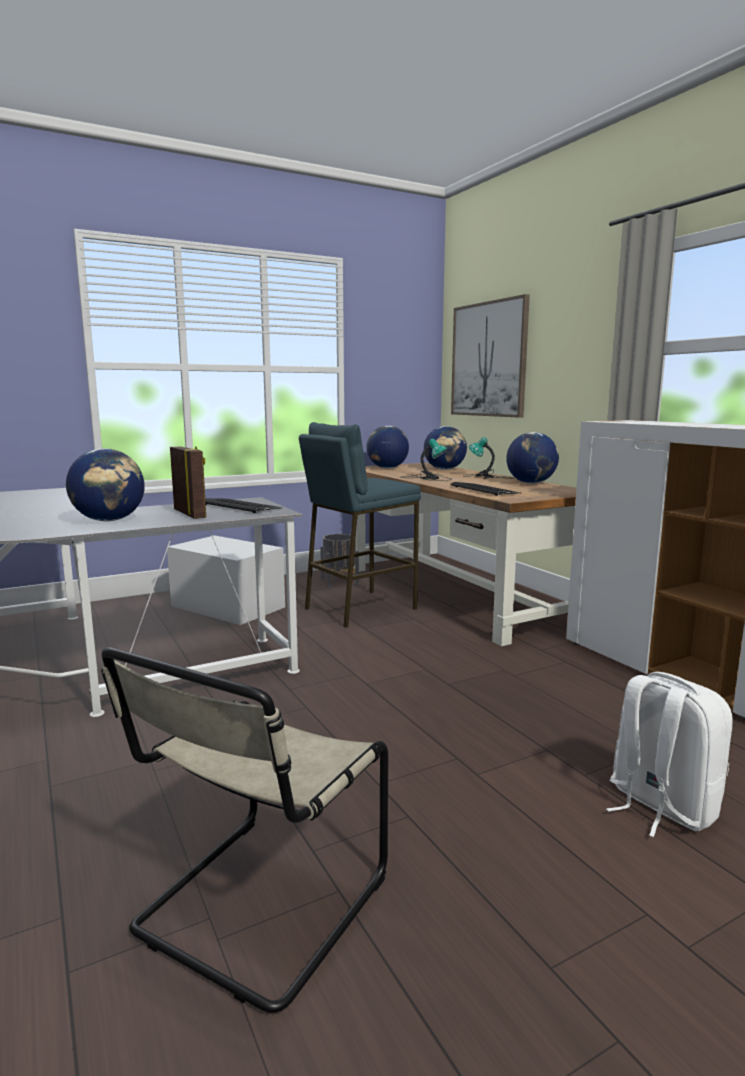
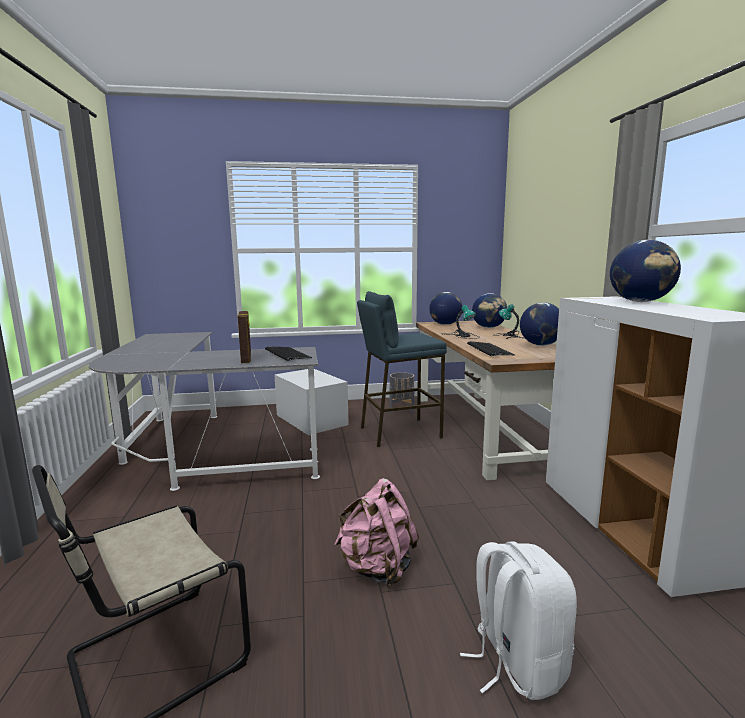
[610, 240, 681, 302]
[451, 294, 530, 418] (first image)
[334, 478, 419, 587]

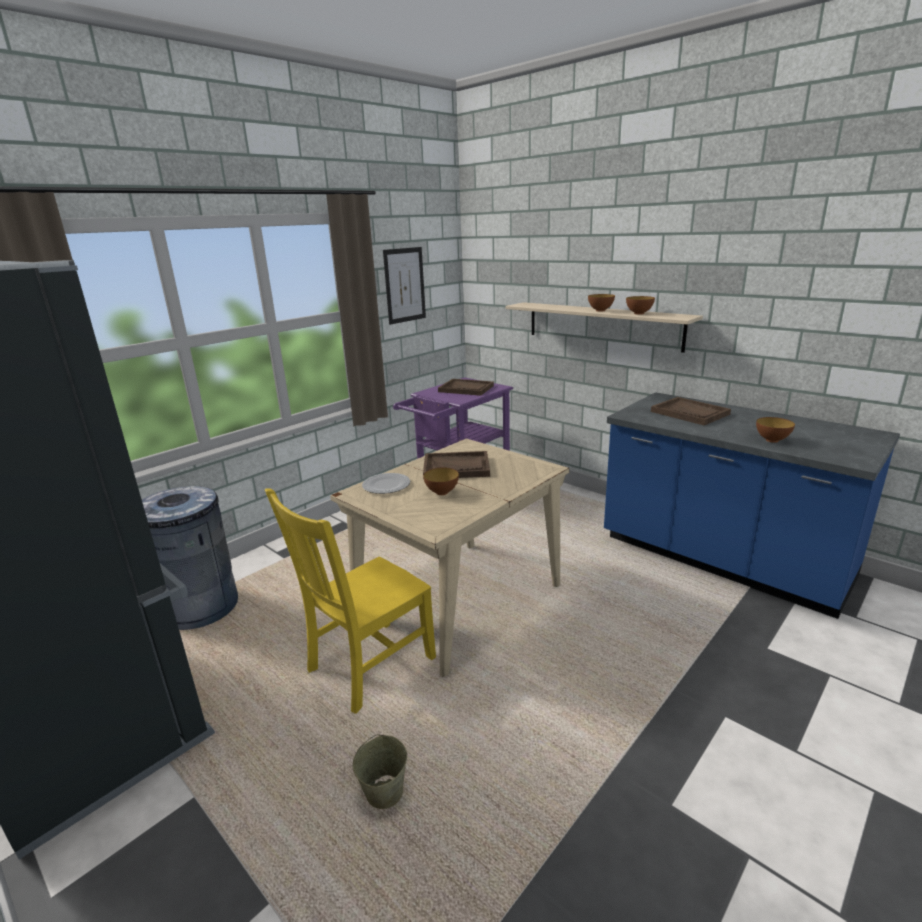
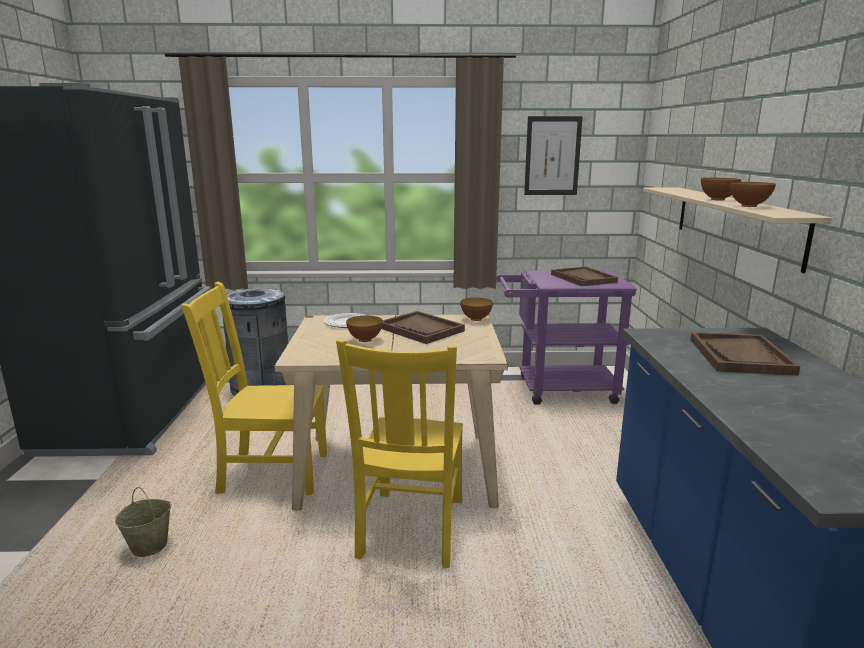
[460, 298, 493, 321]
[336, 340, 463, 568]

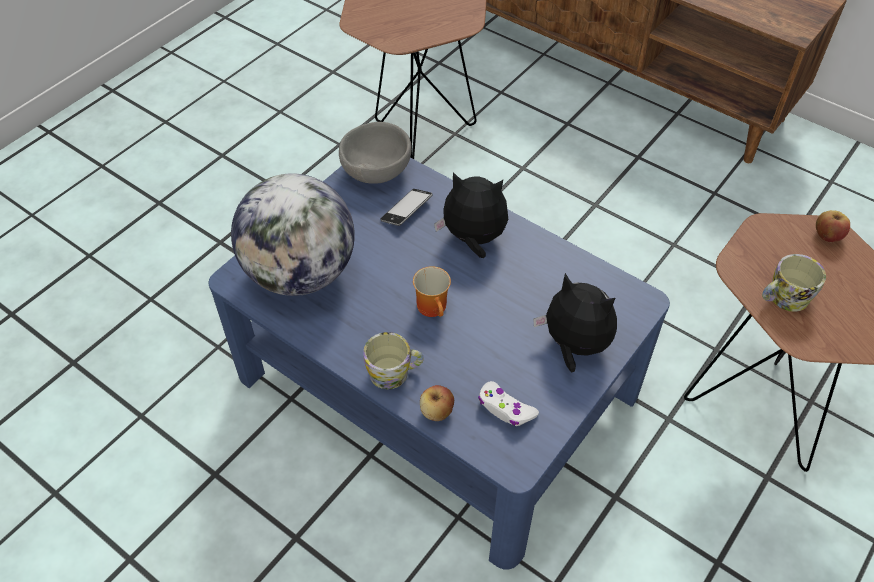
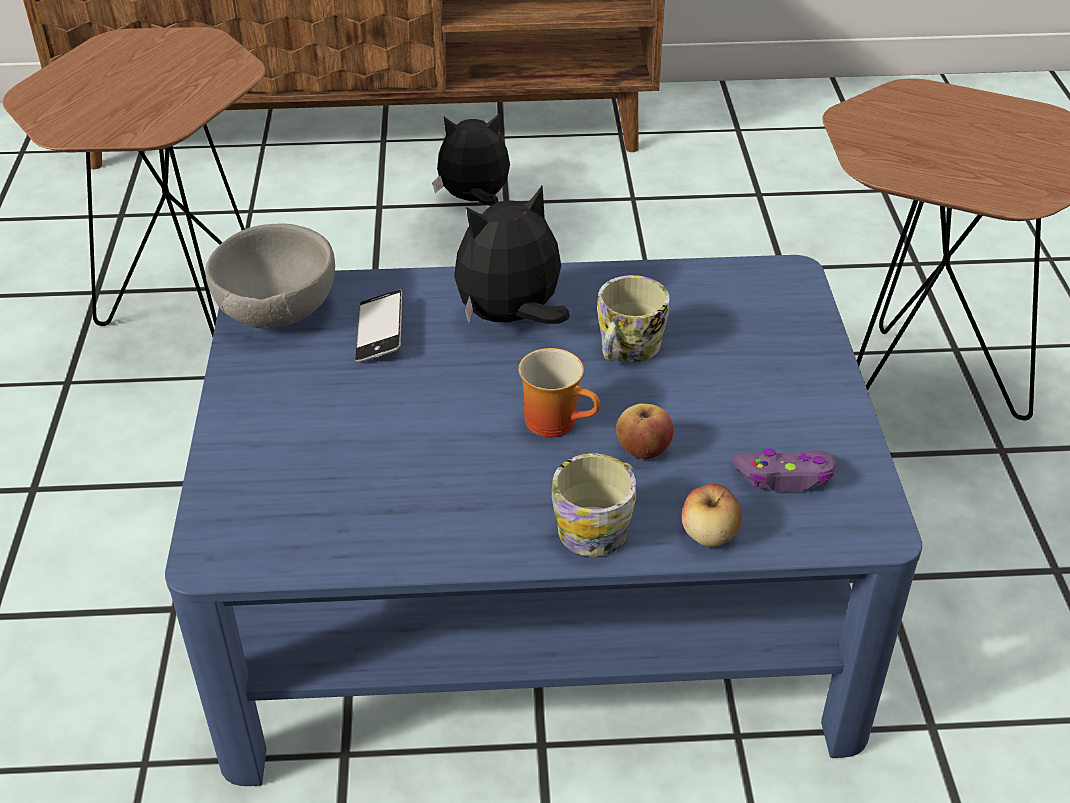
[231, 173, 355, 296] (first image)
[732, 448, 836, 492]
[432, 114, 510, 206]
[597, 275, 669, 362]
[616, 403, 674, 459]

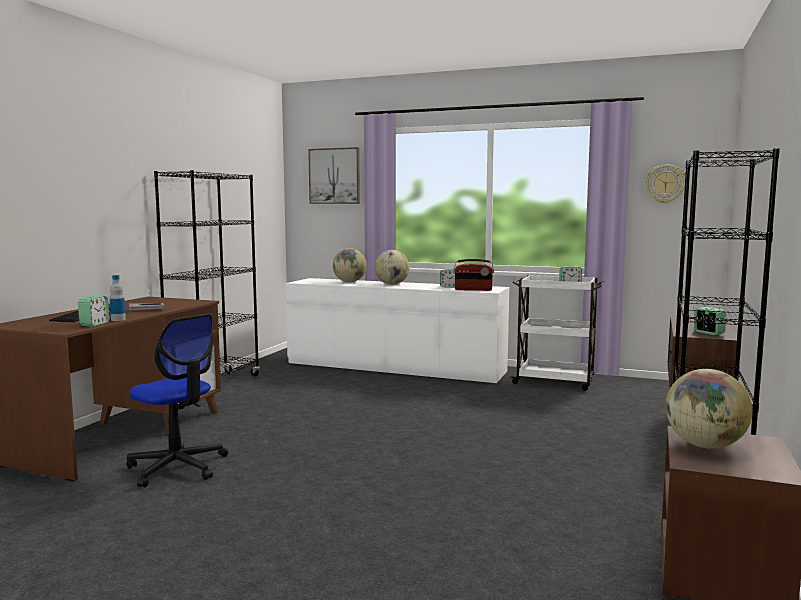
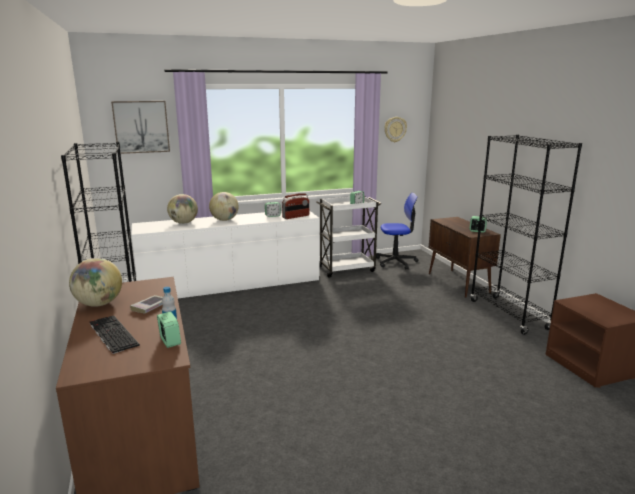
[376, 193, 418, 270]
[69, 258, 122, 307]

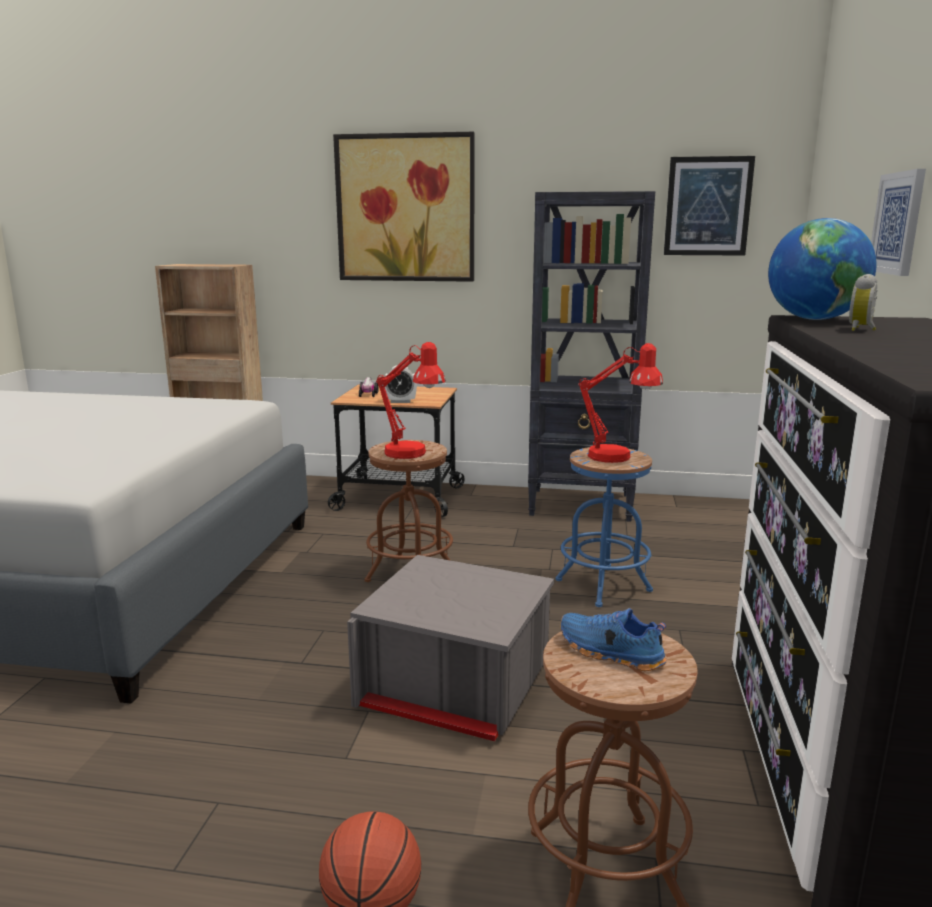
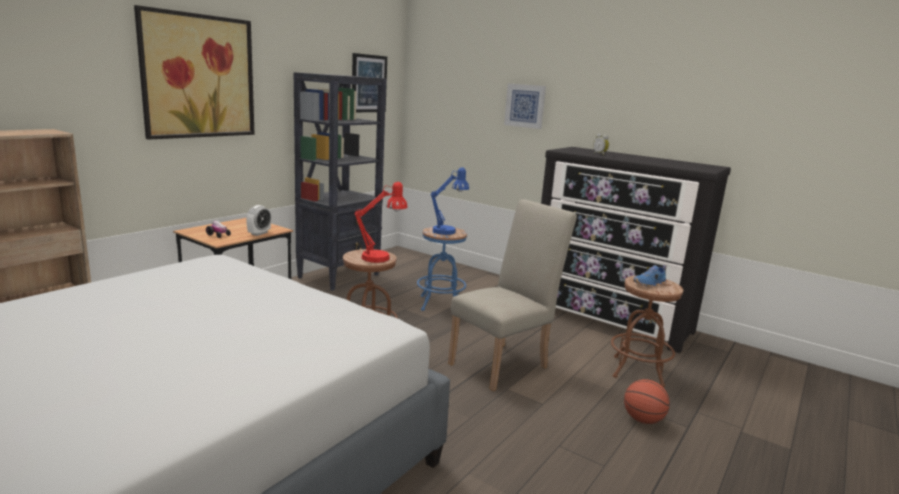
[448, 200, 577, 391]
[430, 167, 469, 235]
[768, 218, 877, 320] (first image)

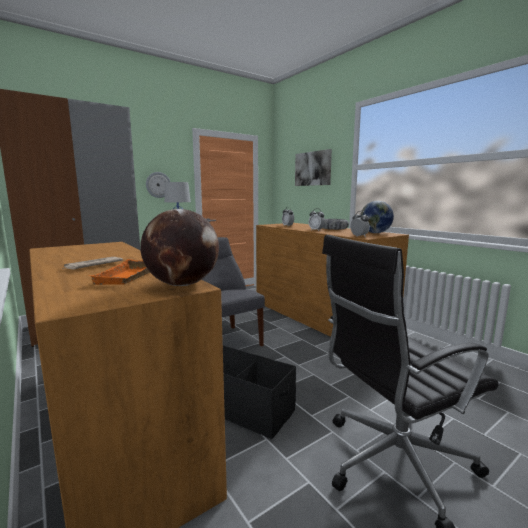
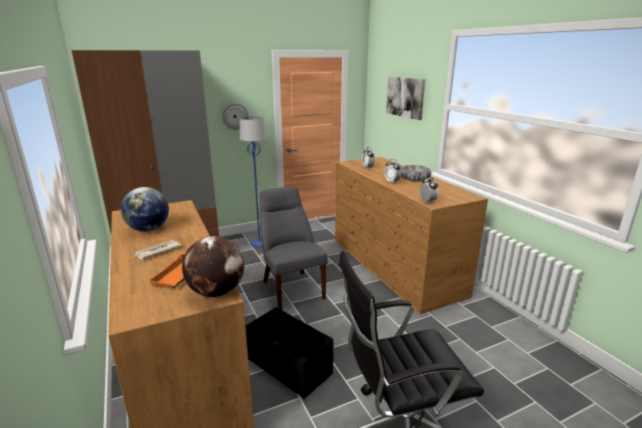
[121, 187, 169, 232]

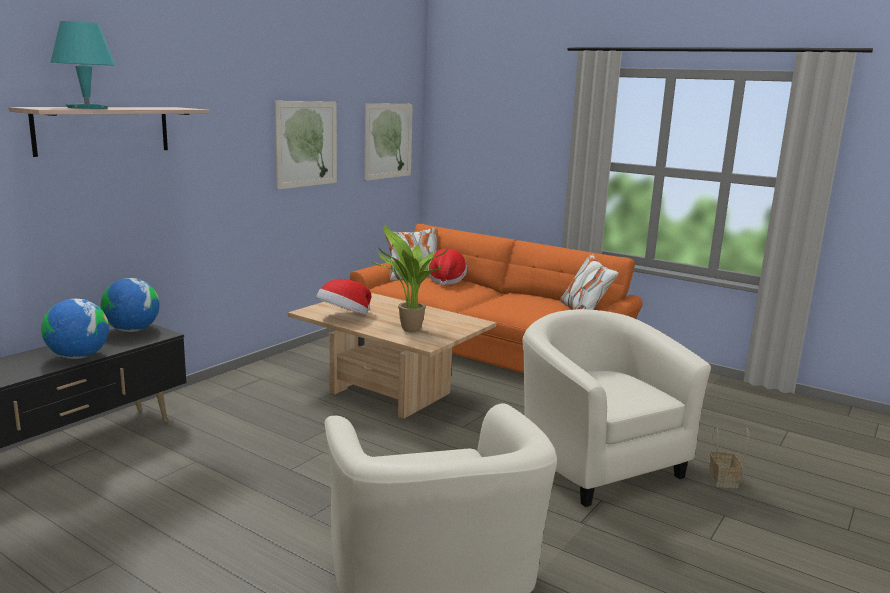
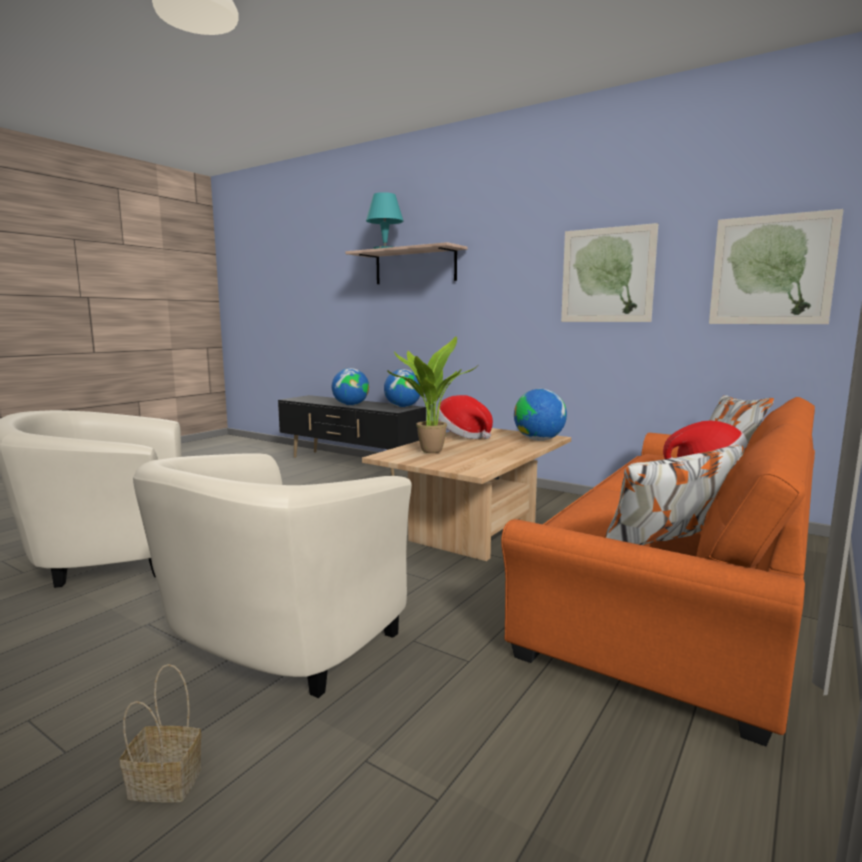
[133, 453, 412, 698]
[514, 389, 567, 441]

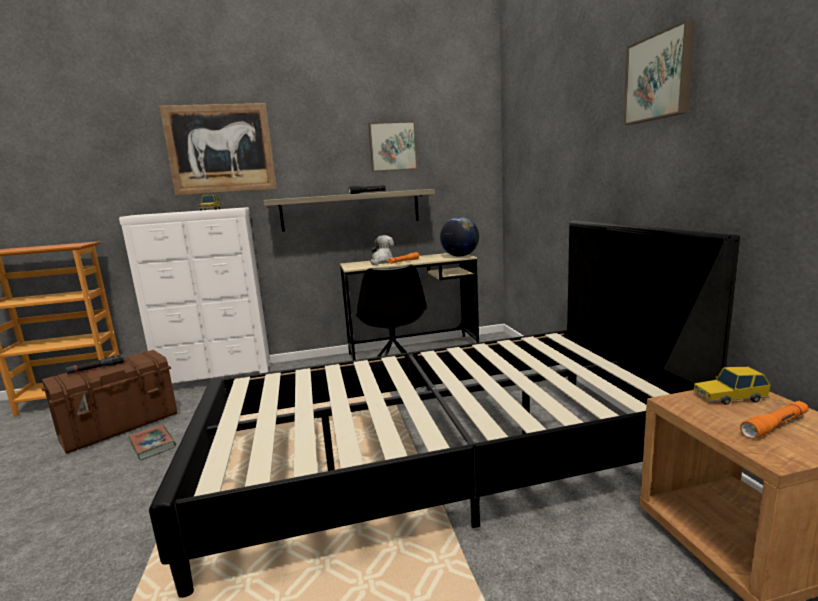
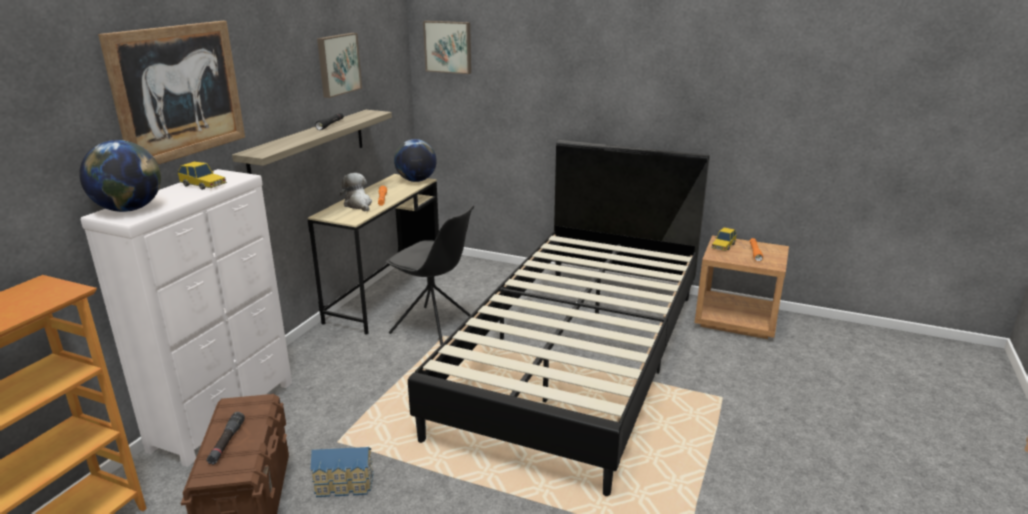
[310, 447, 374, 497]
[423, 21, 471, 74]
[79, 140, 161, 212]

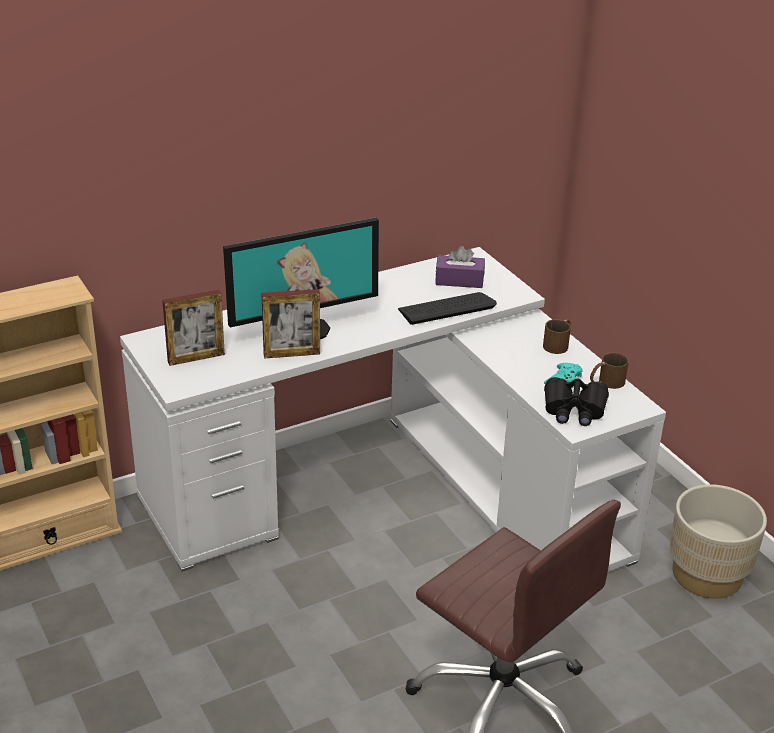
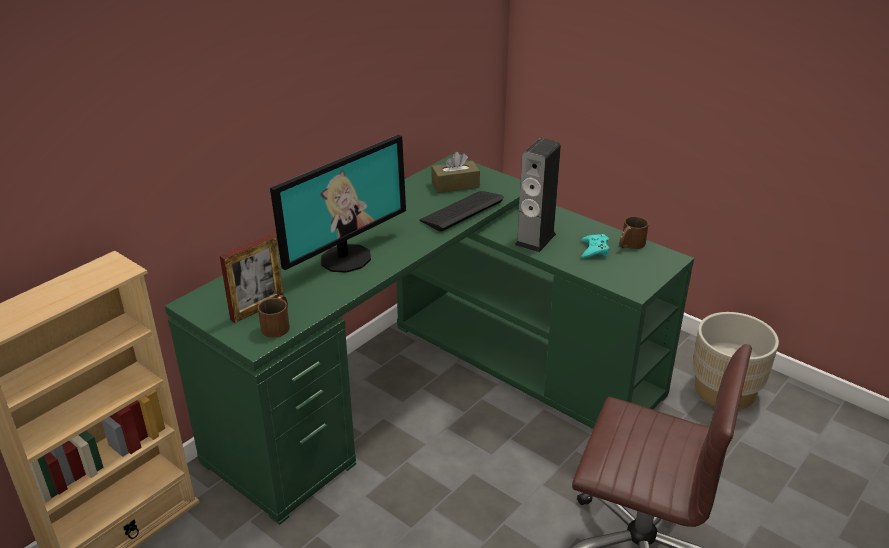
[165, 154, 694, 525]
[262, 289, 320, 359] (first image)
[432, 152, 480, 193]
[258, 295, 290, 338]
[544, 377, 609, 426] (first image)
[515, 138, 561, 253]

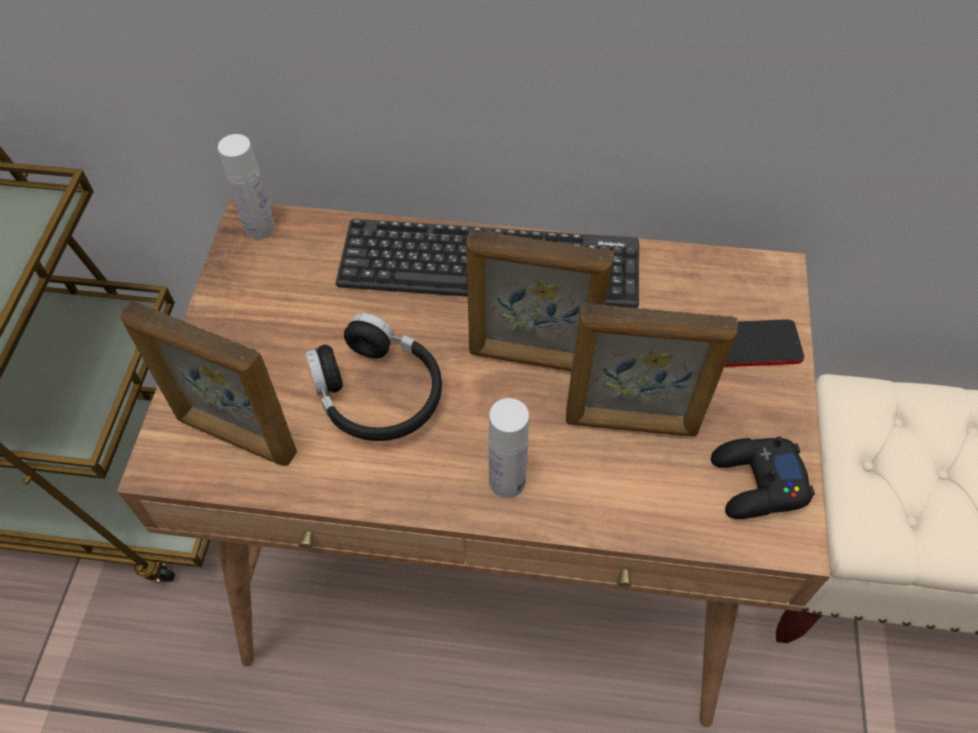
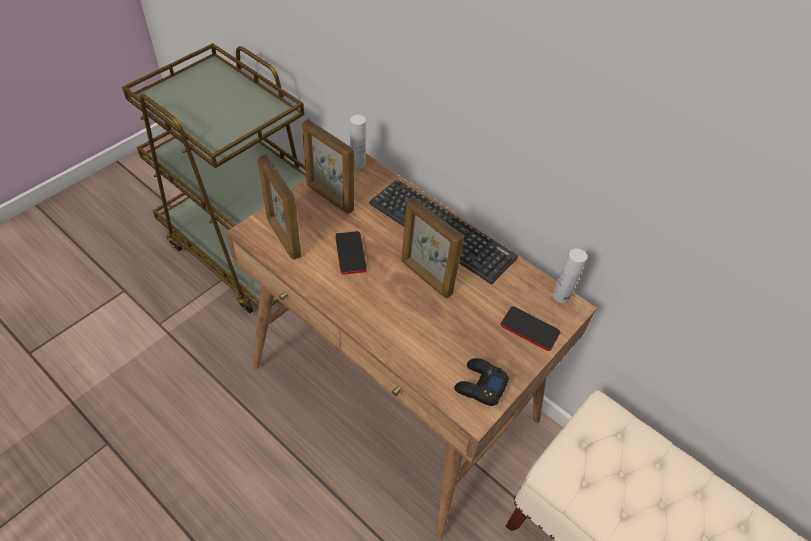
[335, 231, 367, 275]
[553, 248, 587, 303]
[302, 119, 354, 214]

